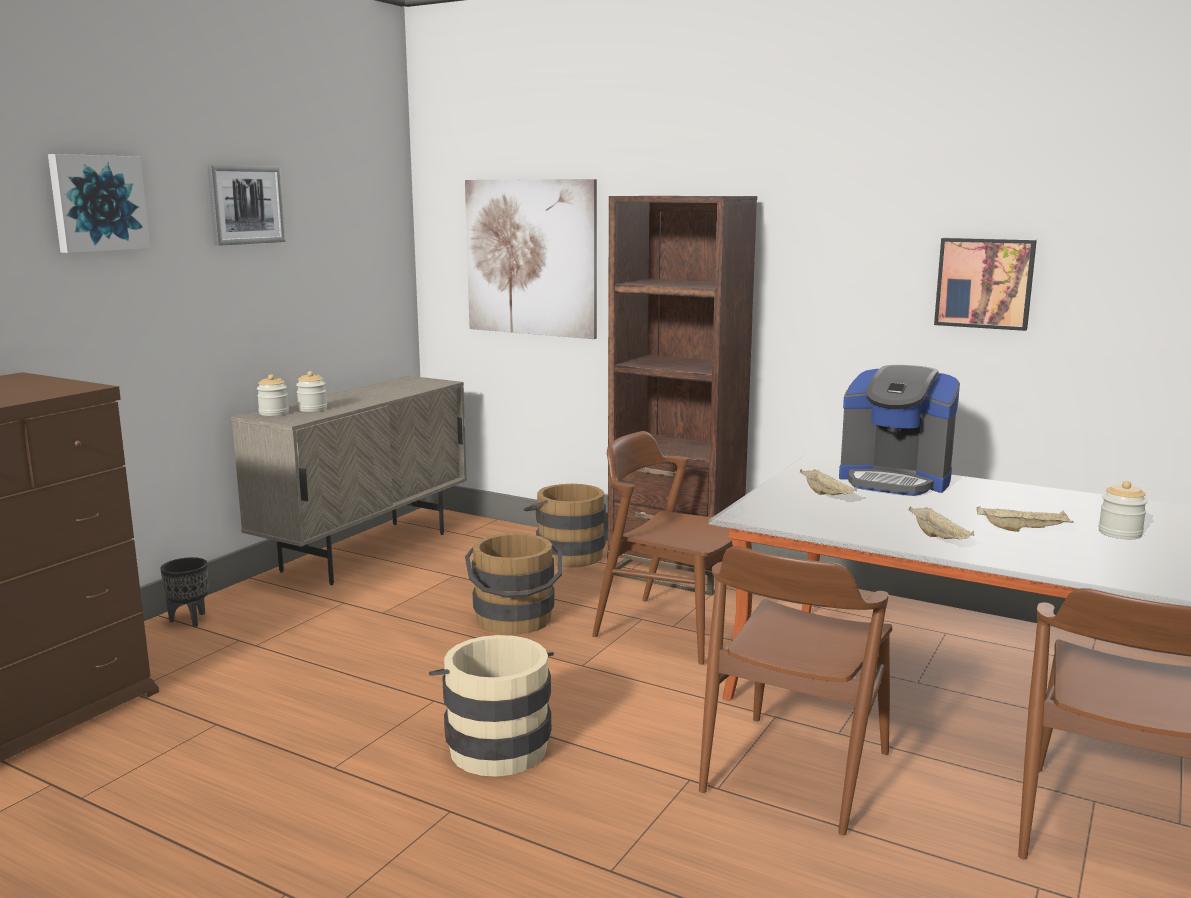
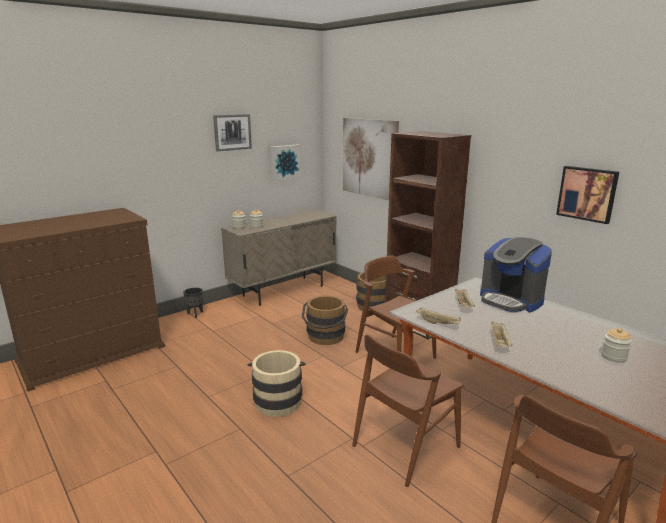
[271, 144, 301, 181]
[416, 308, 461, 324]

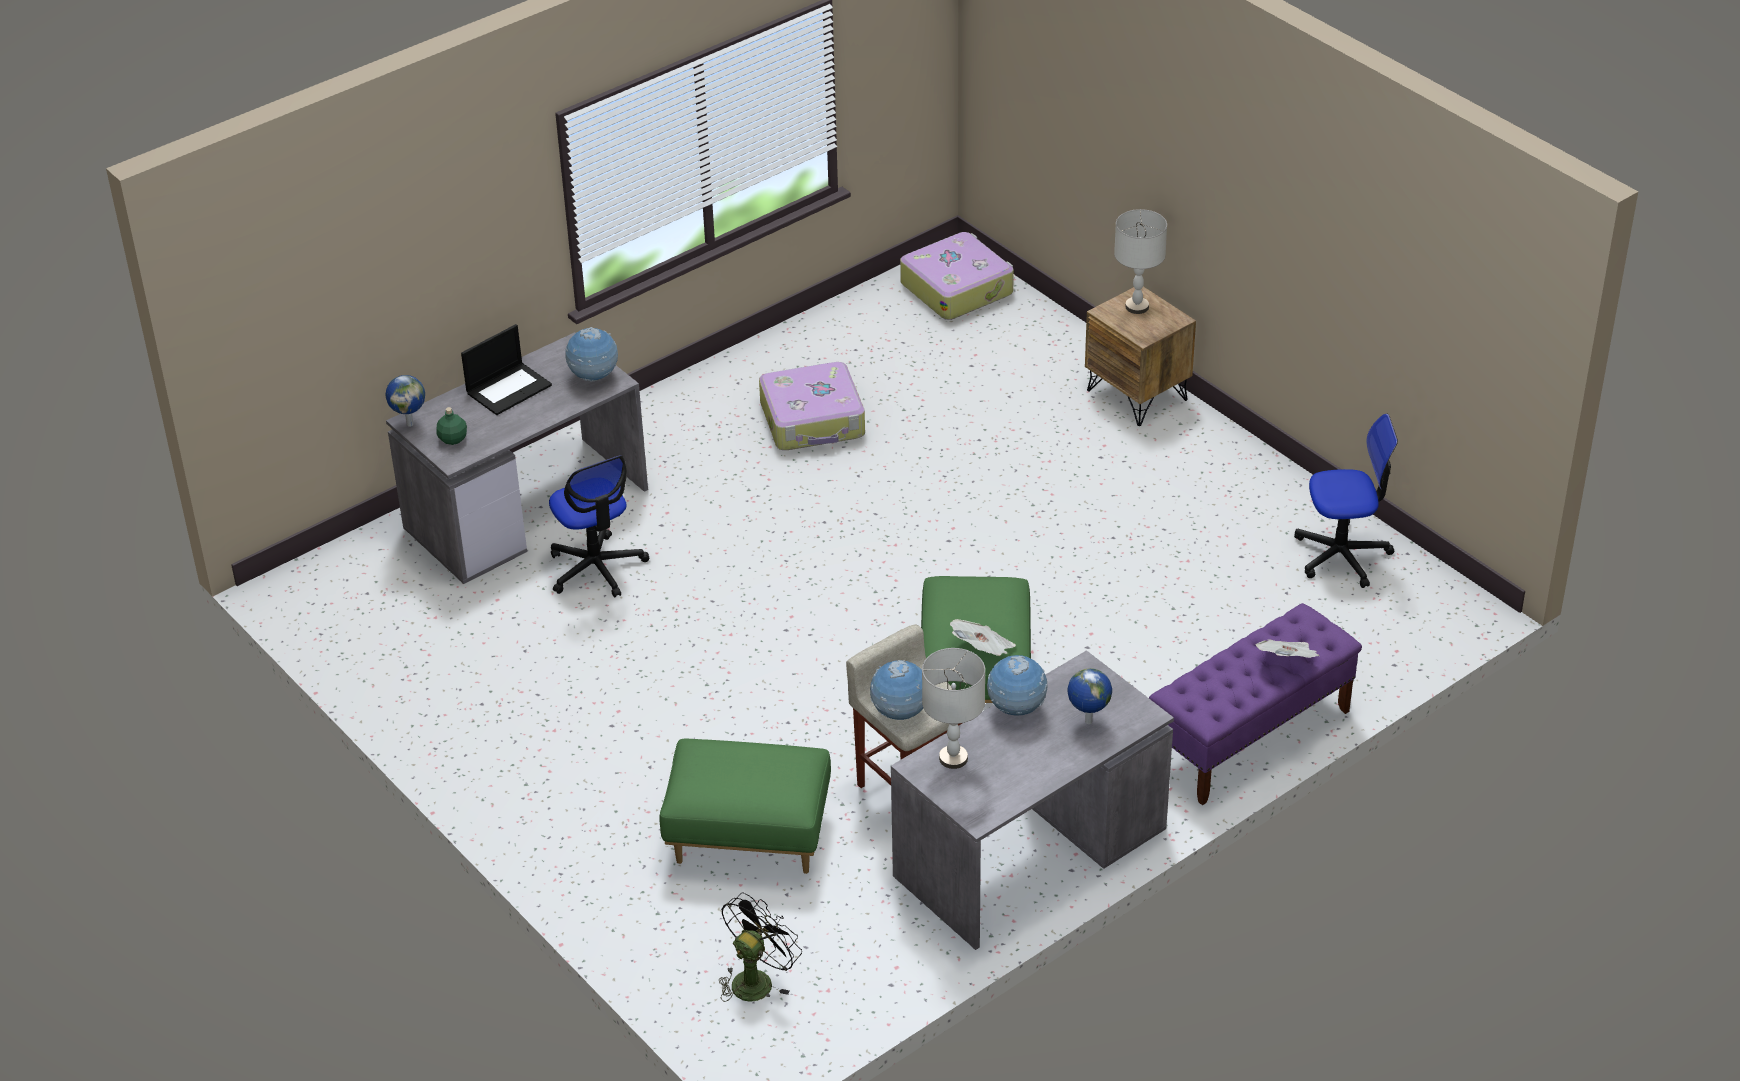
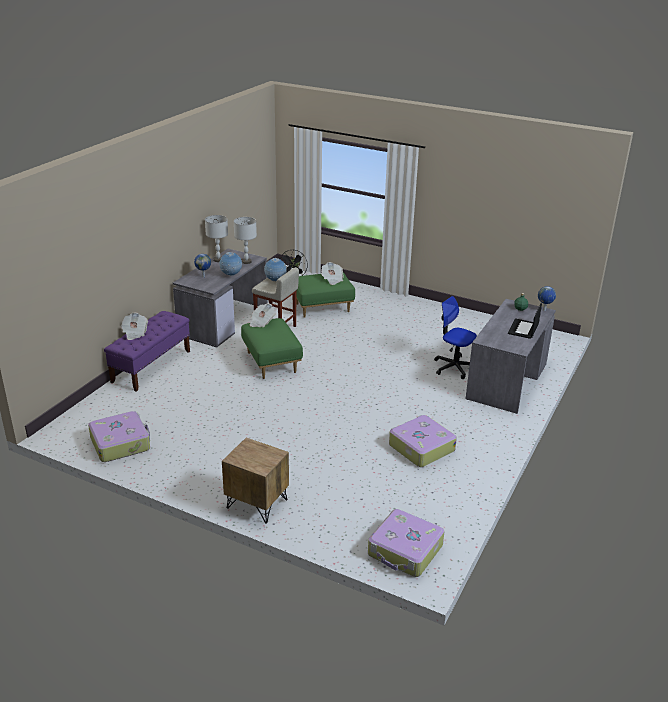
[565, 327, 618, 382] (first image)
[205, 215, 228, 262]
[88, 411, 150, 462]
[321, 262, 344, 285]

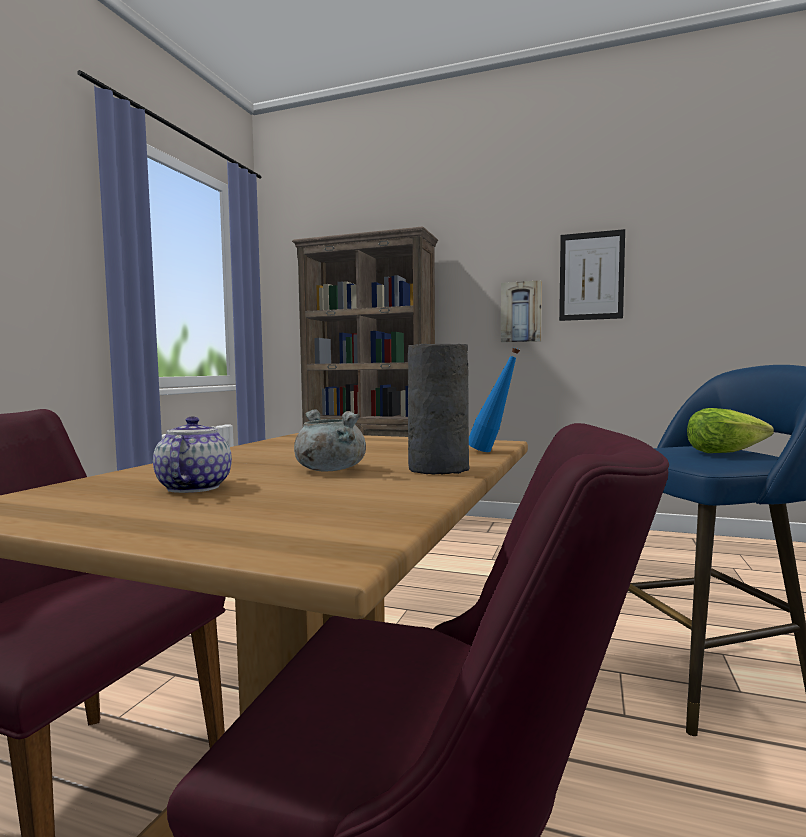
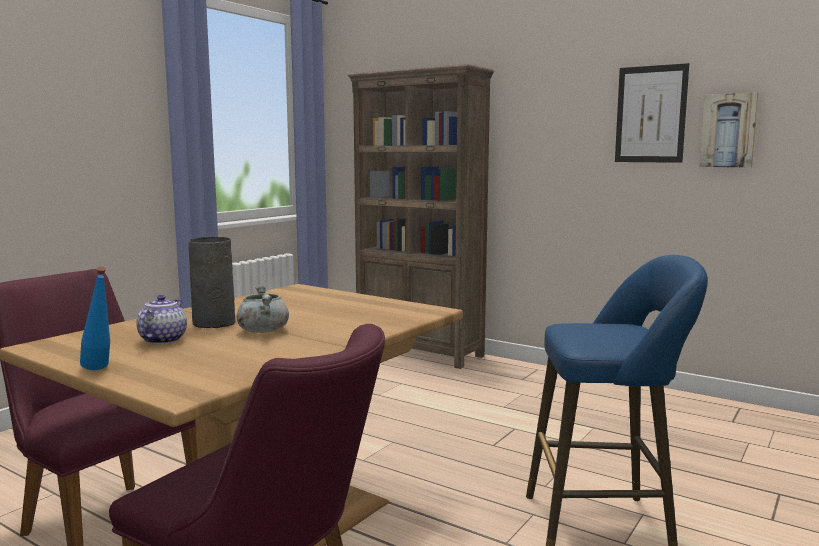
[188, 237, 236, 328]
[80, 267, 110, 370]
[699, 92, 759, 168]
[687, 408, 774, 453] (first image)

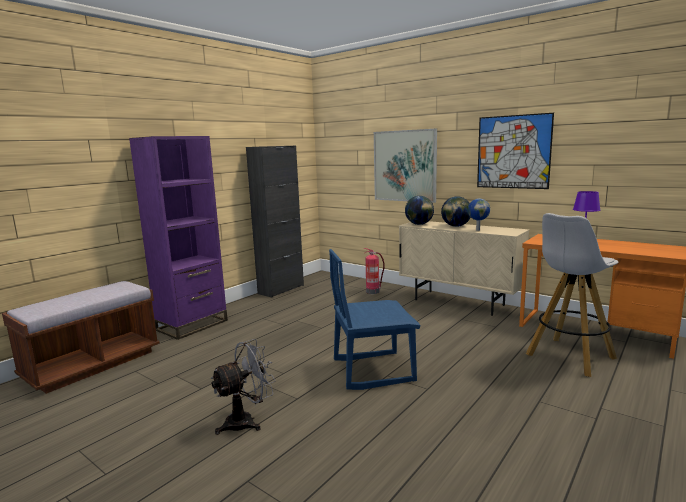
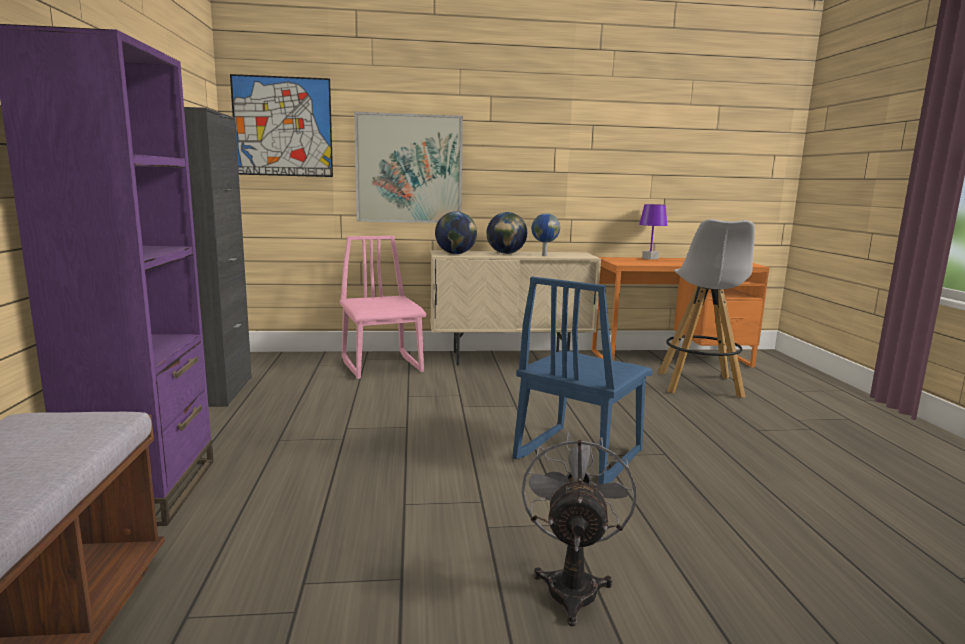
[339, 236, 426, 379]
[230, 74, 333, 177]

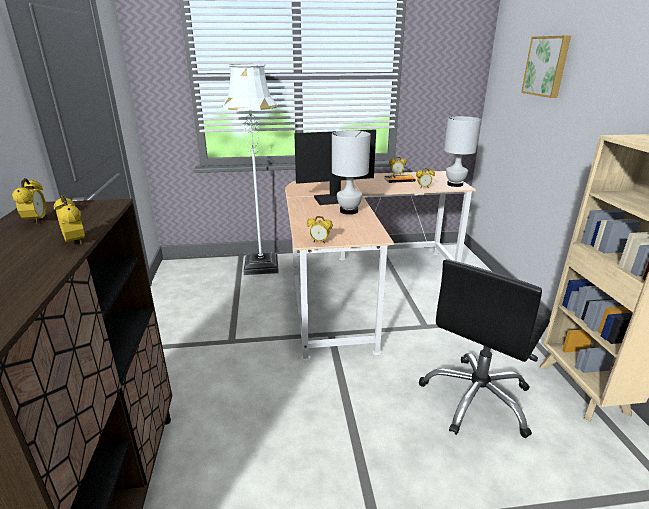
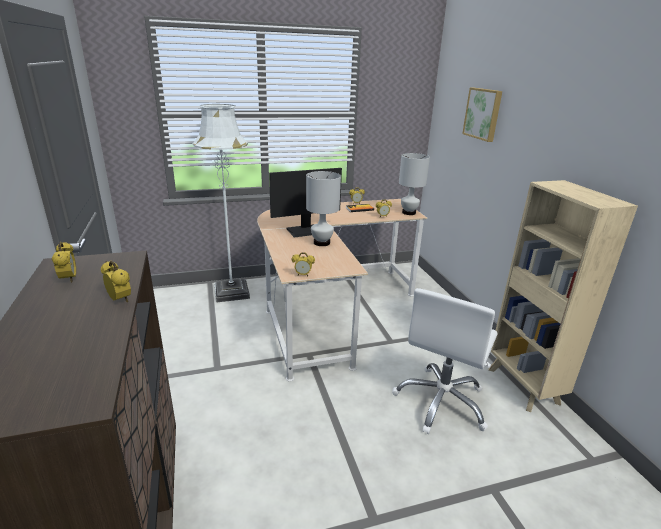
[392, 288, 498, 434]

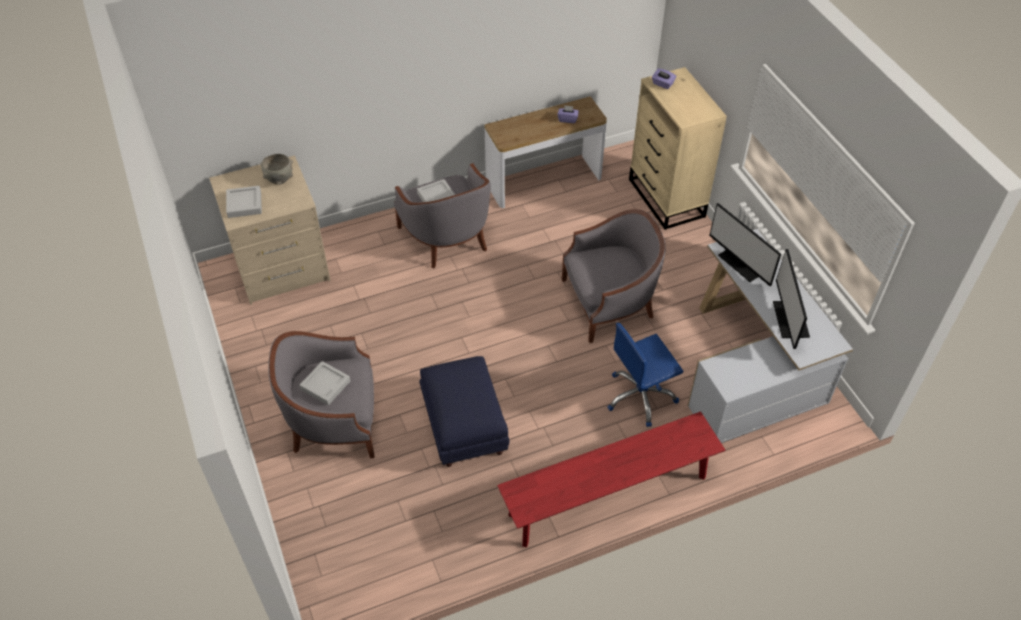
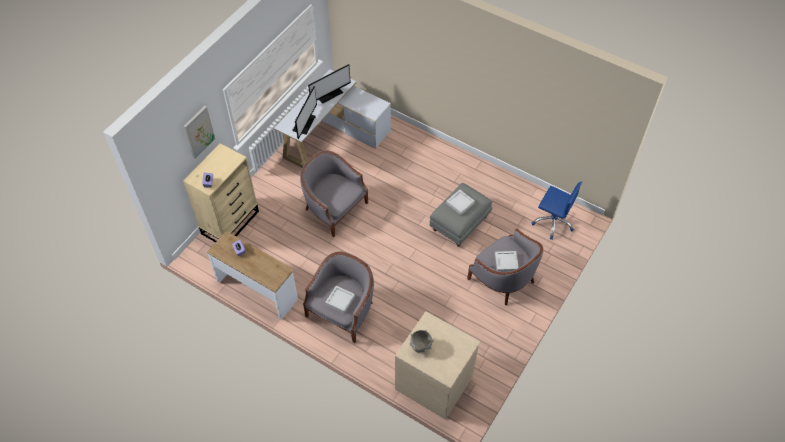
[446, 190, 475, 215]
[430, 183, 492, 247]
[497, 412, 725, 547] (first image)
[532, 181, 582, 240]
[183, 106, 215, 158]

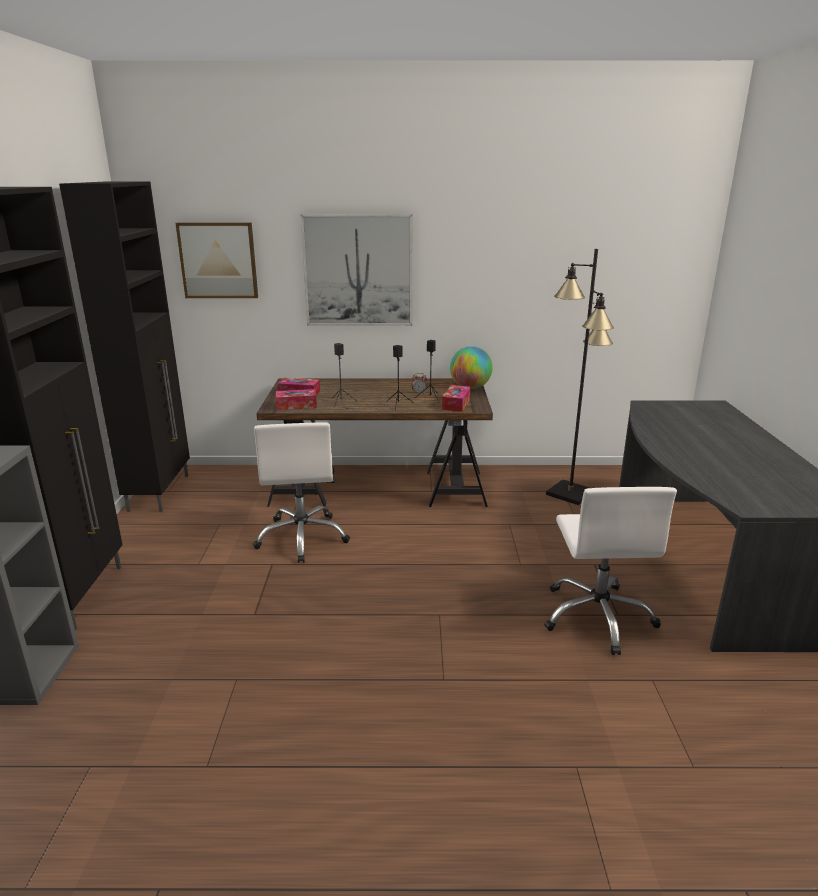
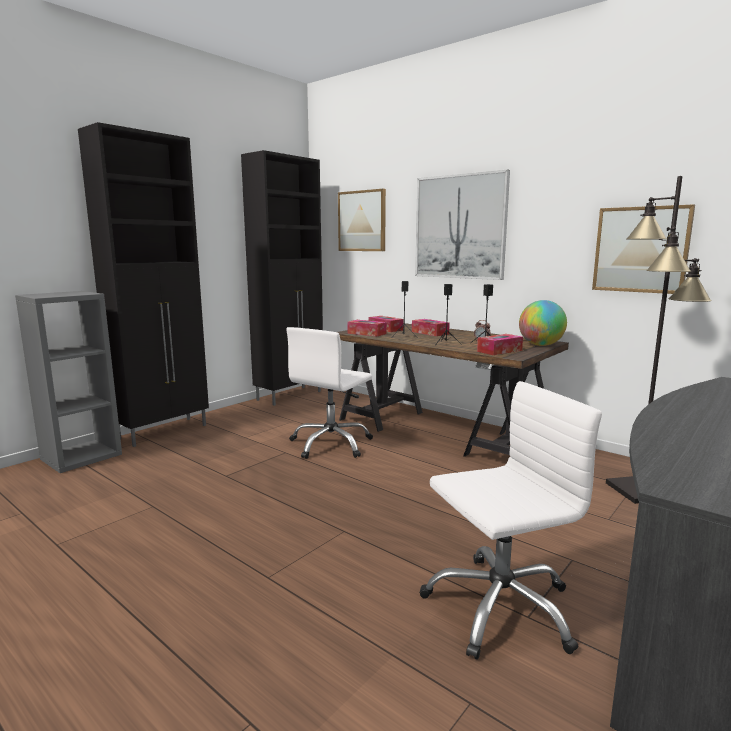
[420, 381, 602, 660]
[412, 319, 450, 336]
[592, 204, 695, 294]

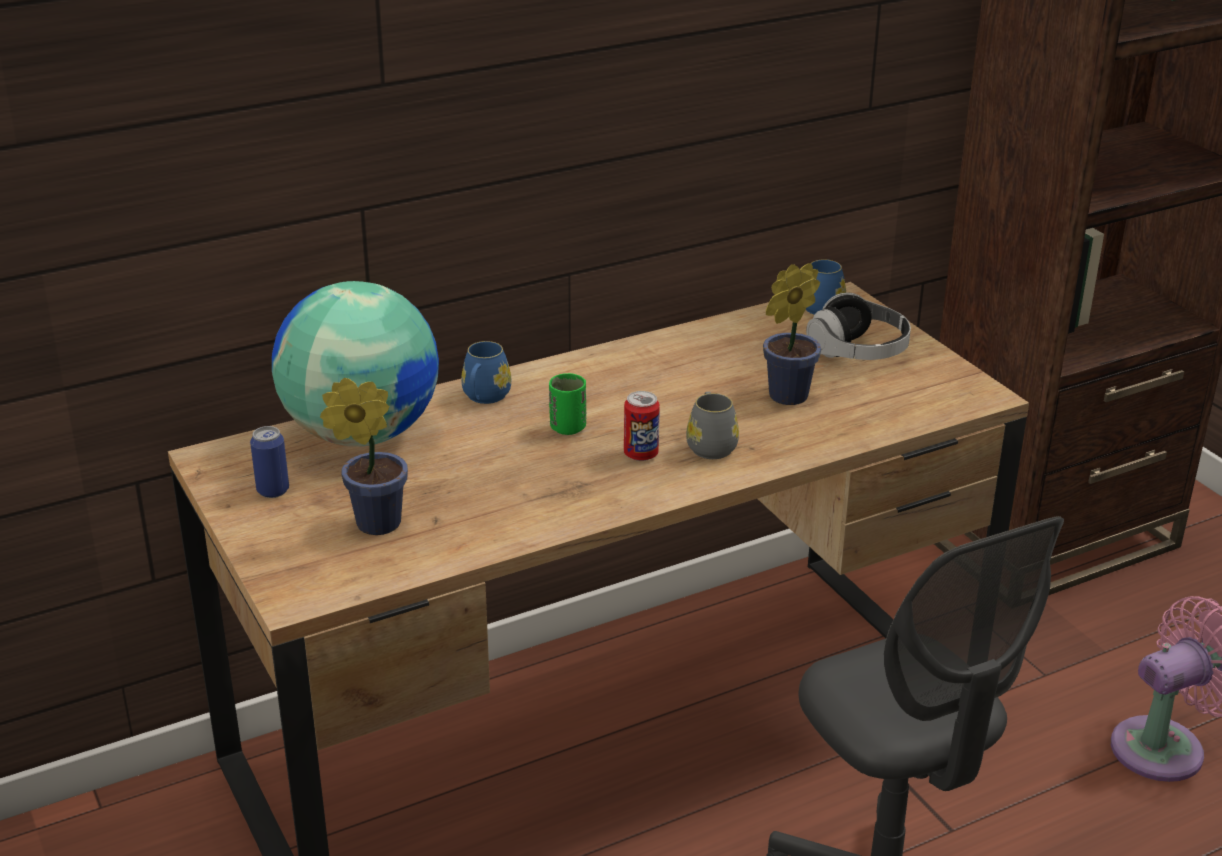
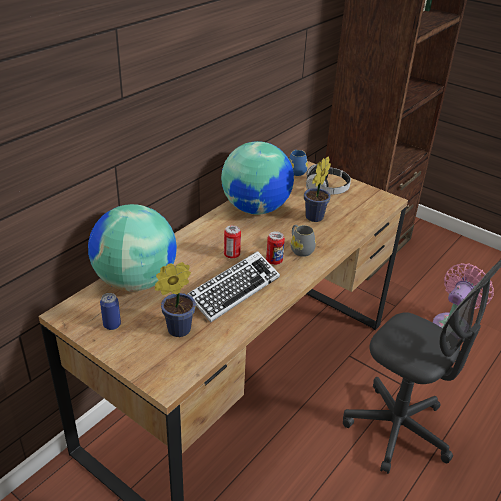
[461, 341, 511, 404] (first image)
[224, 225, 241, 258]
[187, 251, 280, 322]
[221, 141, 294, 215]

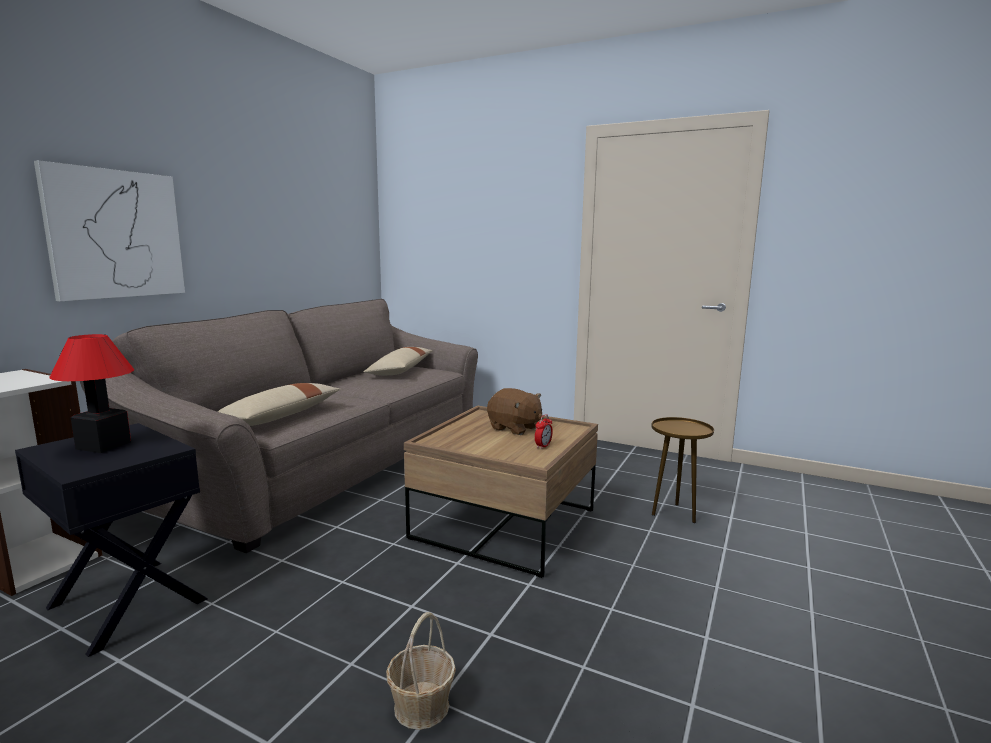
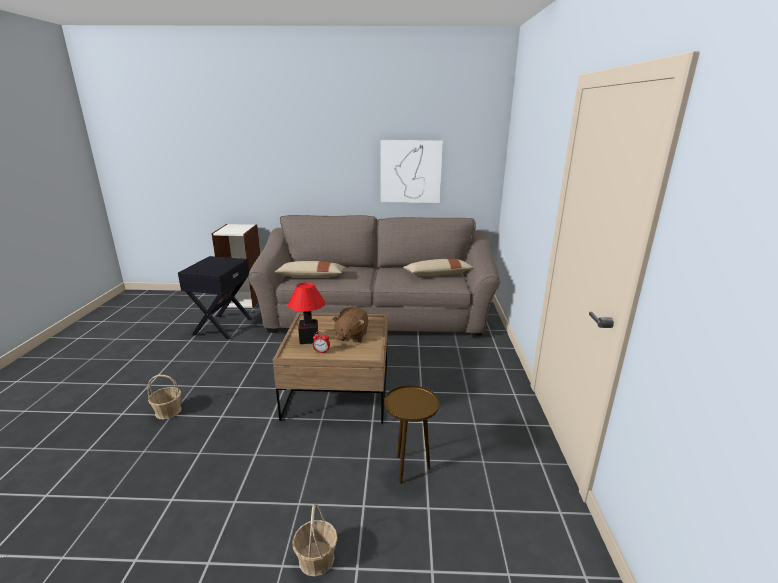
[381, 140, 443, 203]
[288, 282, 325, 344]
[292, 504, 338, 576]

